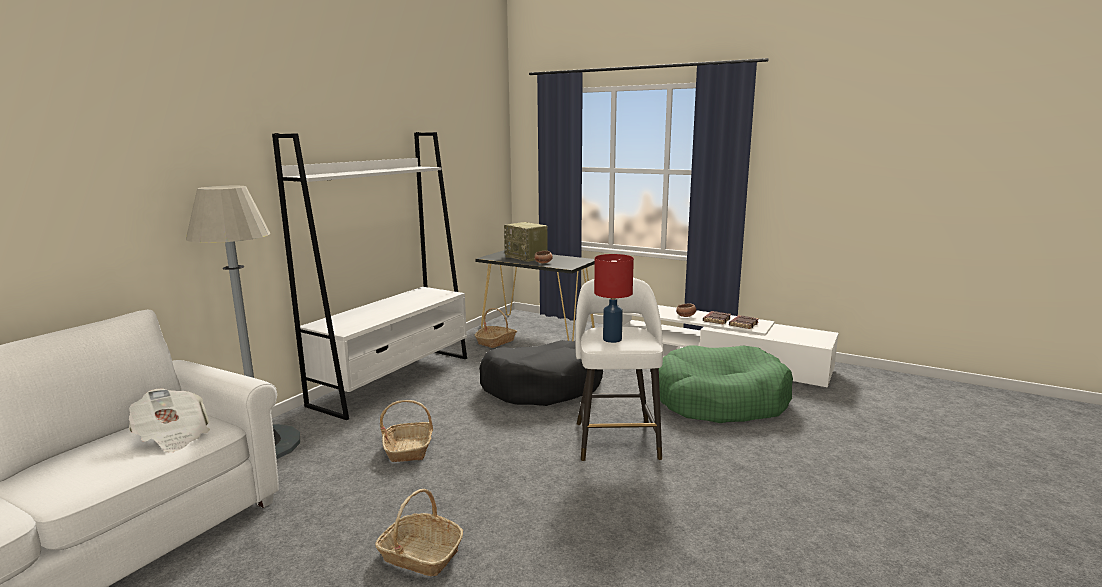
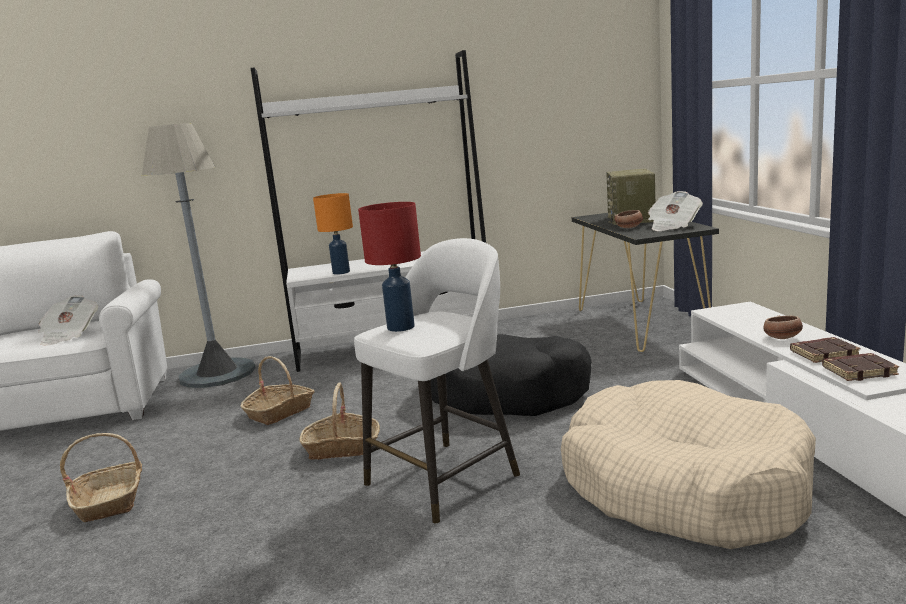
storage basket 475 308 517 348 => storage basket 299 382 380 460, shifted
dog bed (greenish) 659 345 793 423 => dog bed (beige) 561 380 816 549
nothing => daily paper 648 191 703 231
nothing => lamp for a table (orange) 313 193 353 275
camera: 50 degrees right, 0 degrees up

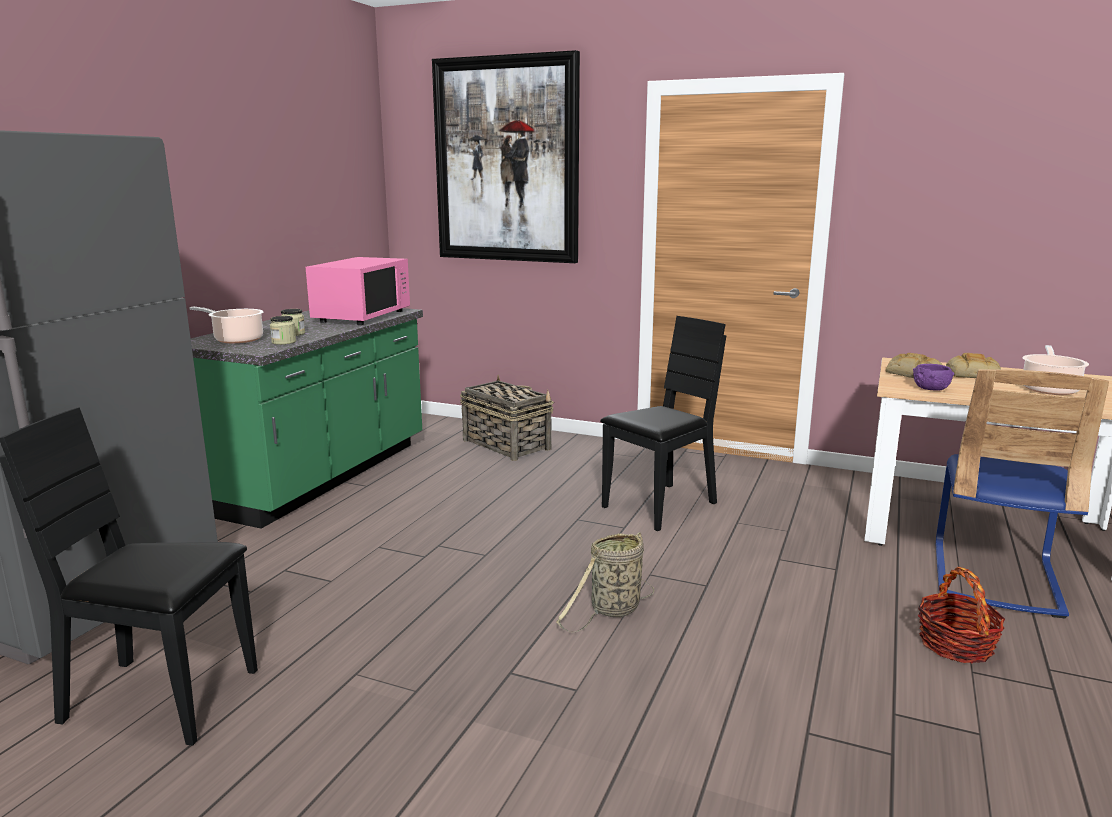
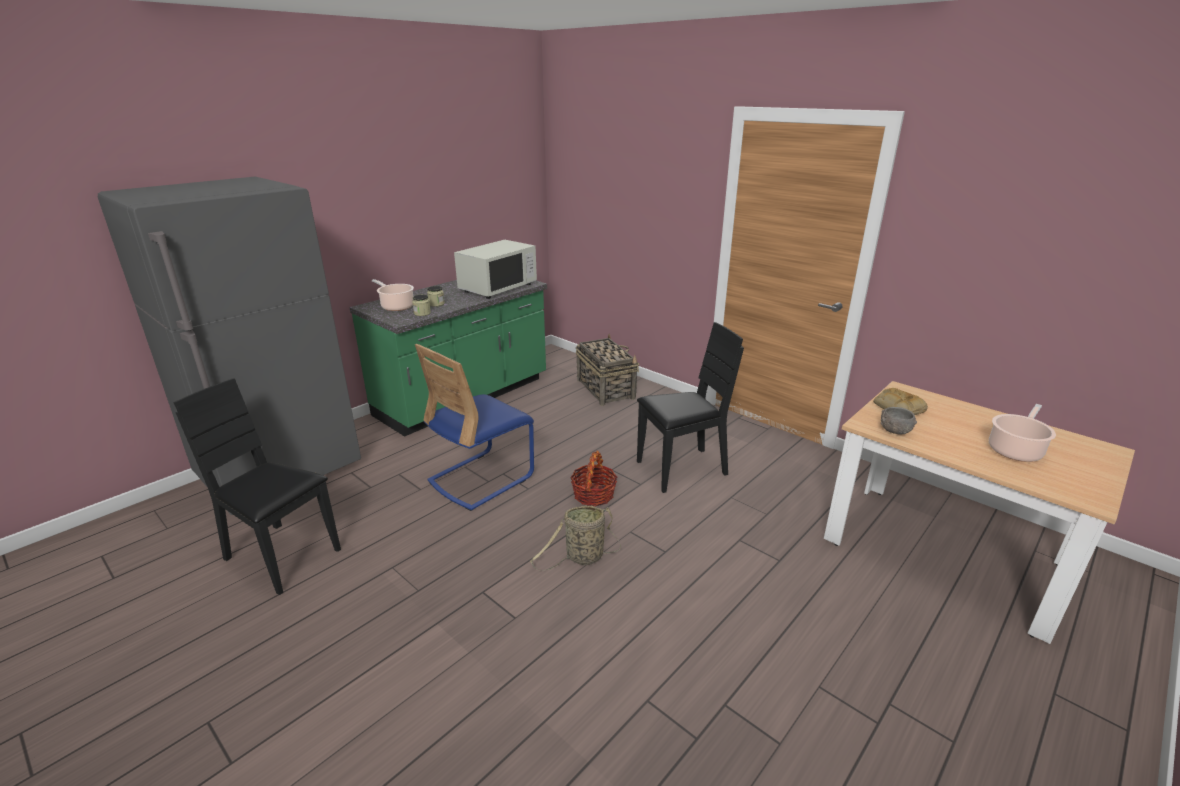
wall art 432 50 580 263 => nothing
kitchen microwave (pink-coloured) 306 257 410 325 => kitchen microwave (white-coloured) 454 240 537 299
bread 946 353 1001 378 => nothing
bowl (purplish) 913 364 954 391 => bowl (gray) 881 407 917 435
chair (blue-coloured) 936 369 1109 619 => chair (blue-coloured) 415 344 534 511, shifted
storage basket 918 567 1005 663 => storage basket 570 451 617 506, shifted
camera: 20 degrees right, 10 degrees up

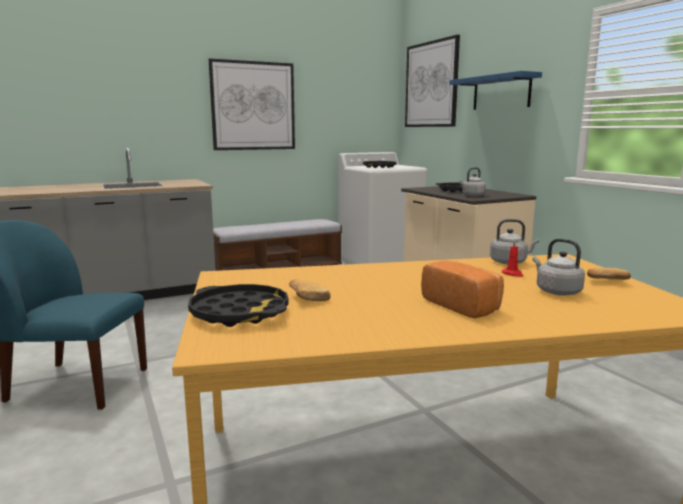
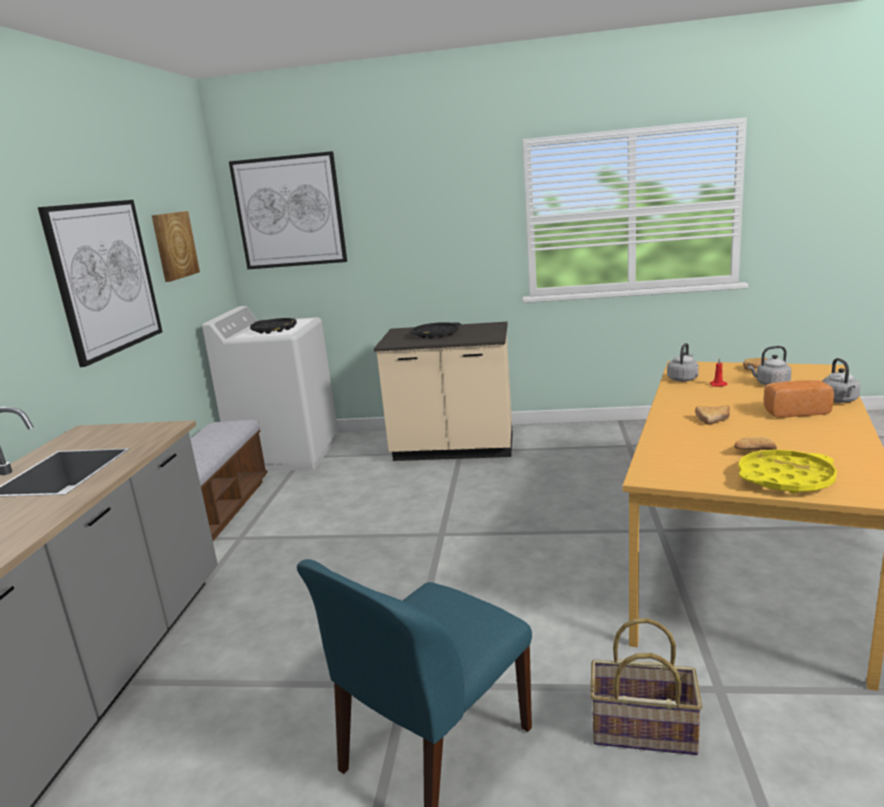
shelf (blue-coloured) 449 71 542 110 => nothing
water kettle (gray) 459 167 486 197 => water kettle (gray) 822 358 860 403, shifted
tray (black-coloured) 188 284 289 327 => tray (yellow-coloured) 739 449 837 493
nothing => wall art 152 211 200 282
nothing => bread 695 405 730 425
nothing => storage basket 590 618 702 755
camera: 55 degrees left, 5 degrees up

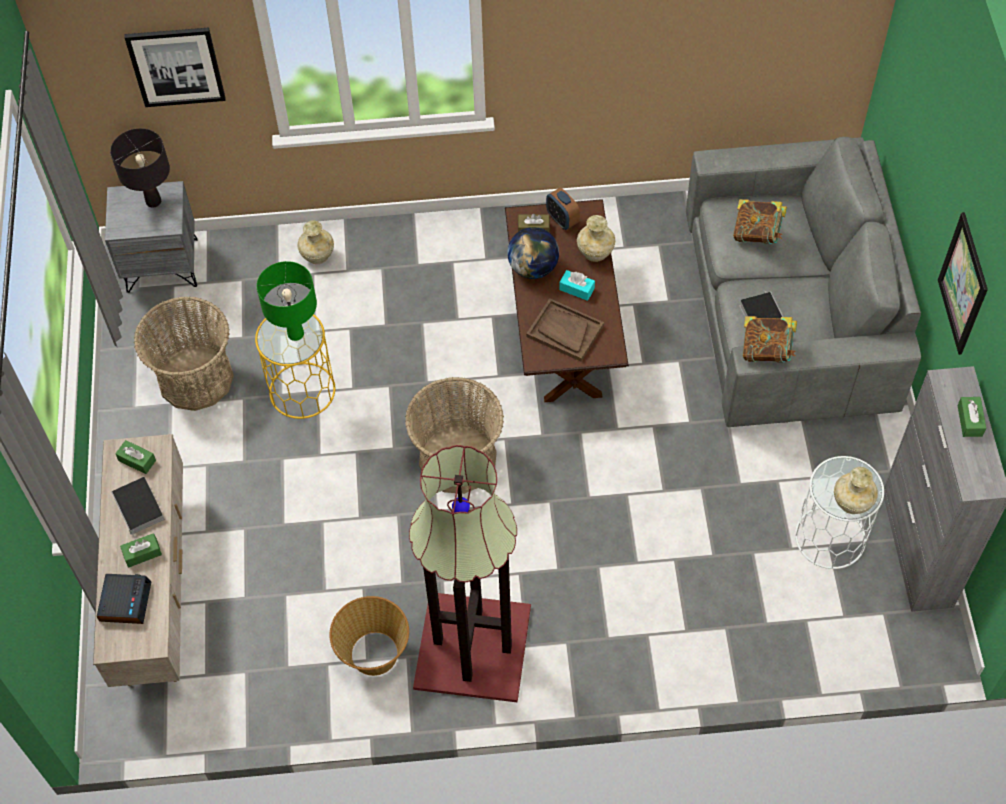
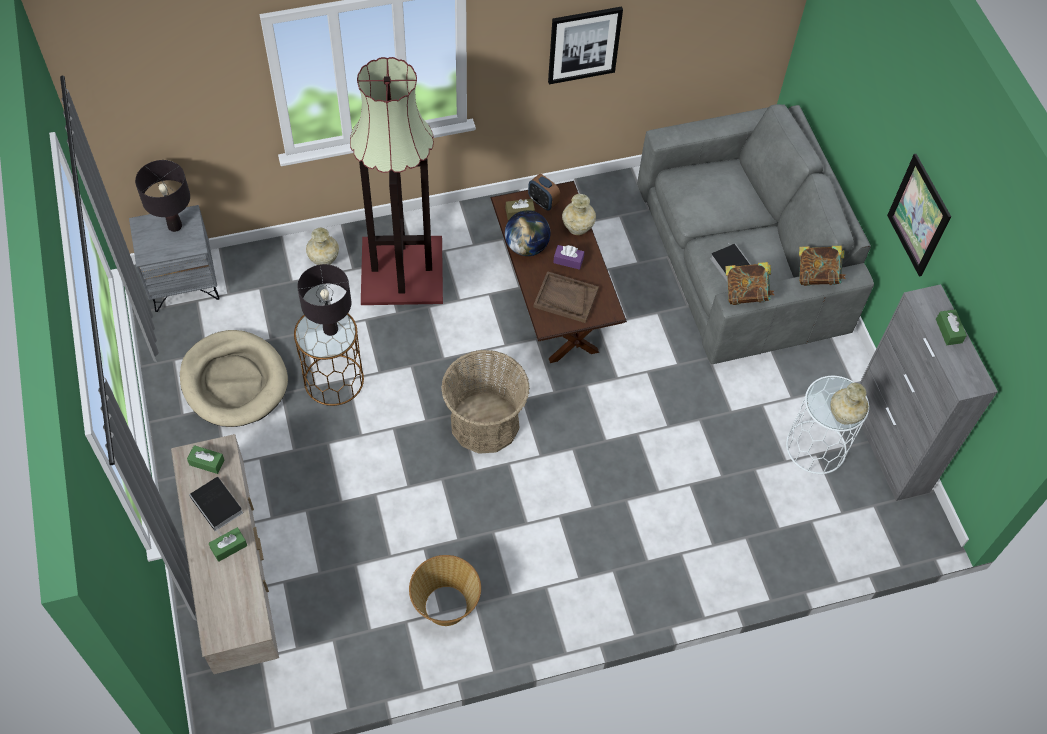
wall art 124 28 226 107 => wall art 548 7 623 84, shifted
bound book 733 199 787 244 => bound book 799 246 846 286, shifted
lamp for a table (greenish) 257 261 317 341 => lamp for a table (black-coloured) 297 264 351 336
box of tissues (turquoise-coloured) 559 270 595 301 => box of tissues (purplish) 553 245 584 270
storage basket 134 296 234 411 => dog bed (beige) 180 330 288 427
end table (yellow-coloured) 255 314 335 419 => end table (brownish) 294 314 364 406
floor lamp 409 445 531 703 => floor lamp 350 57 443 305, shifted
bedside clock 97 574 151 624 => nothing
camera: 15 degrees left, 0 degrees up

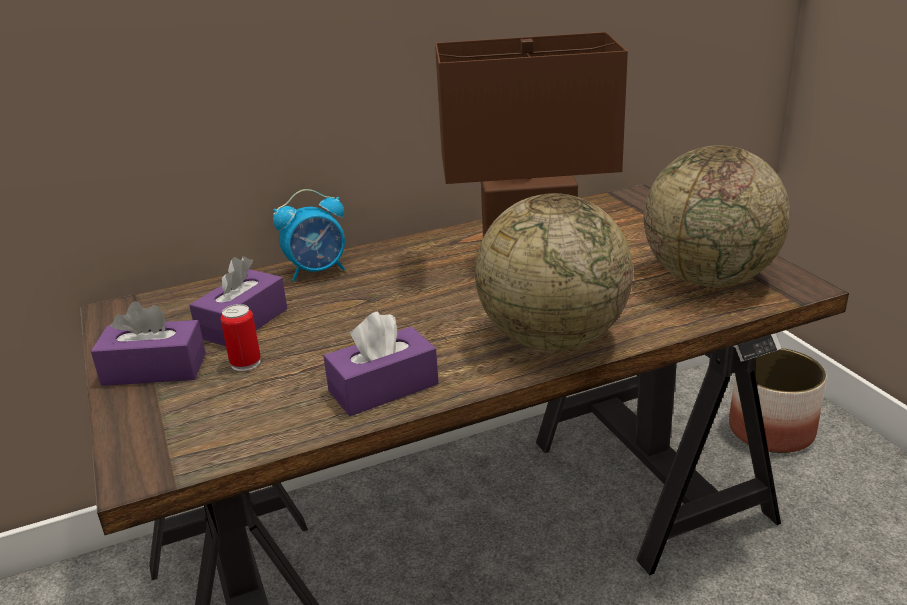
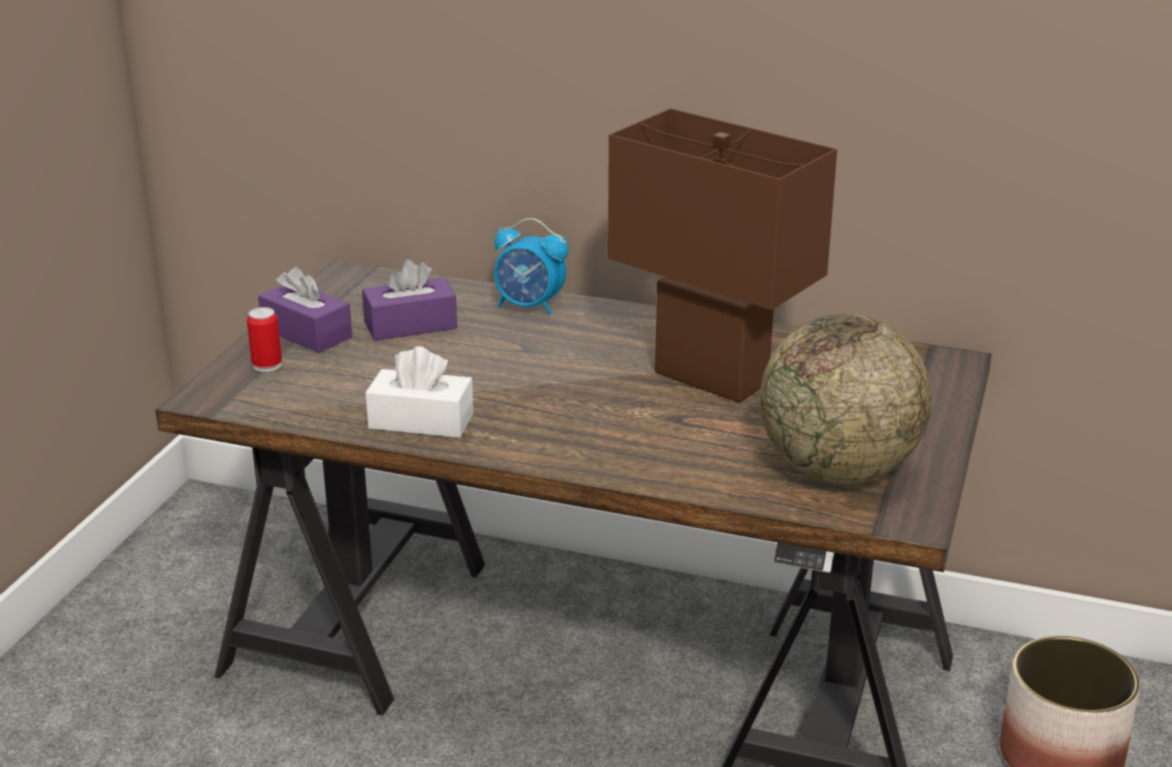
globe 475 193 633 351 => nothing
metal can 221 304 261 371 => metal can 247 307 282 372, shifted
box of tissues (purplish) 323 312 439 416 => box of tissues (white-coloured) 365 346 473 438
camera: 40 degrees right, 0 degrees up

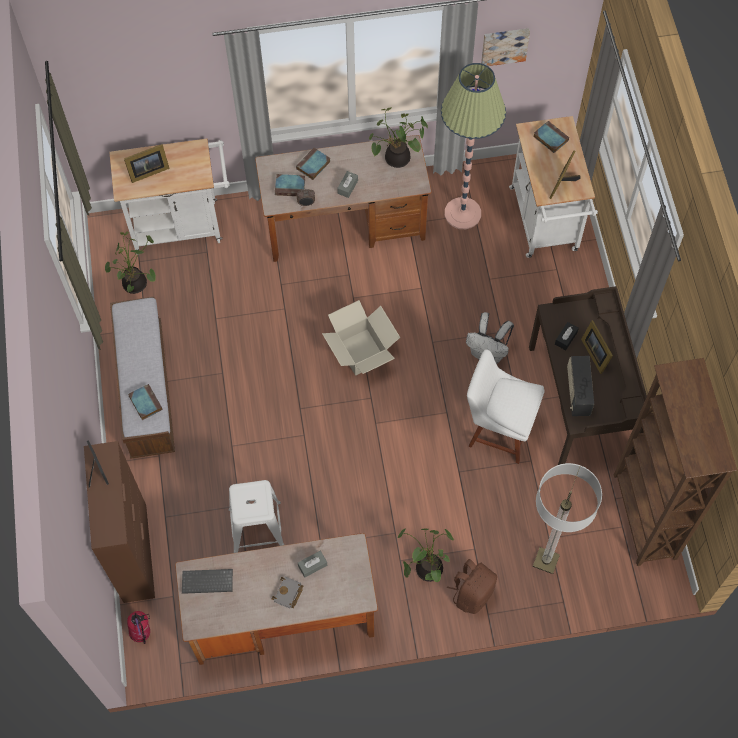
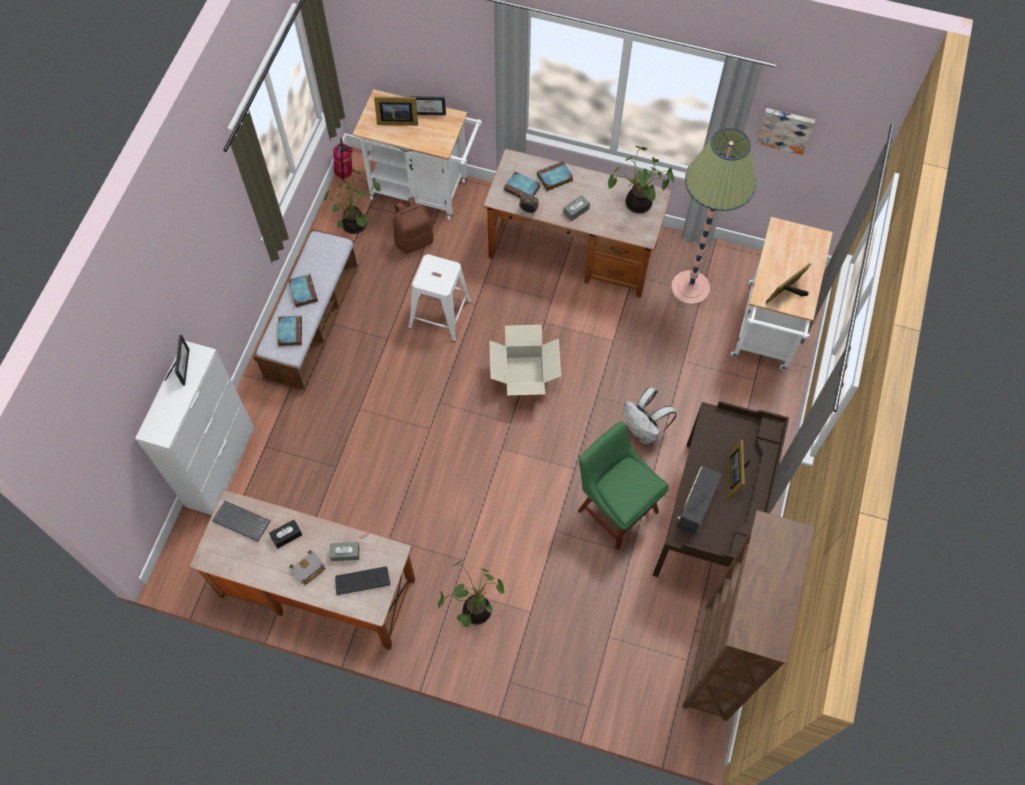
bound book 533 121 569 153 => bound book 288 274 318 307, shifted
box of tissues (black-coloured) 555 322 579 350 => box of tissues (black-coloured) 269 520 302 548, shifted
chair (white-coloured) 467 349 545 464 => chair (greenish) 578 421 669 550
cupboard (brownish) 84 441 155 603 => cupboard (white-coloured) 135 341 254 515
floor lamp 533 463 602 574 => nothing
stool (white-coloured) 229 480 284 553 => stool (white-coloured) 408 254 472 342, shifted
backpack (brownish) 447 559 497 614 => backpack (brownish) 393 197 433 254, shifted
fire-fighting cylinder 127 611 150 644 => fire-fighting cylinder 333 138 353 180, shifted
nothing => picture frame 410 96 446 115
nothing => keyboard 335 566 390 595
camera: 25 degrees right, 0 degrees up

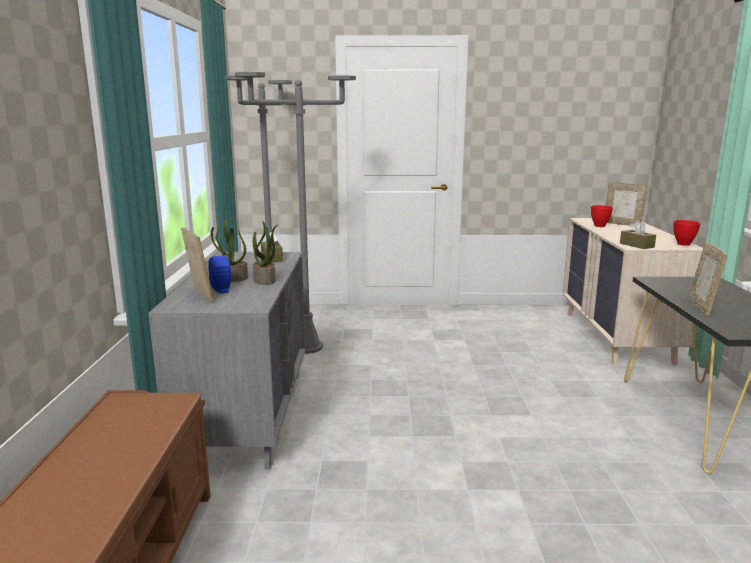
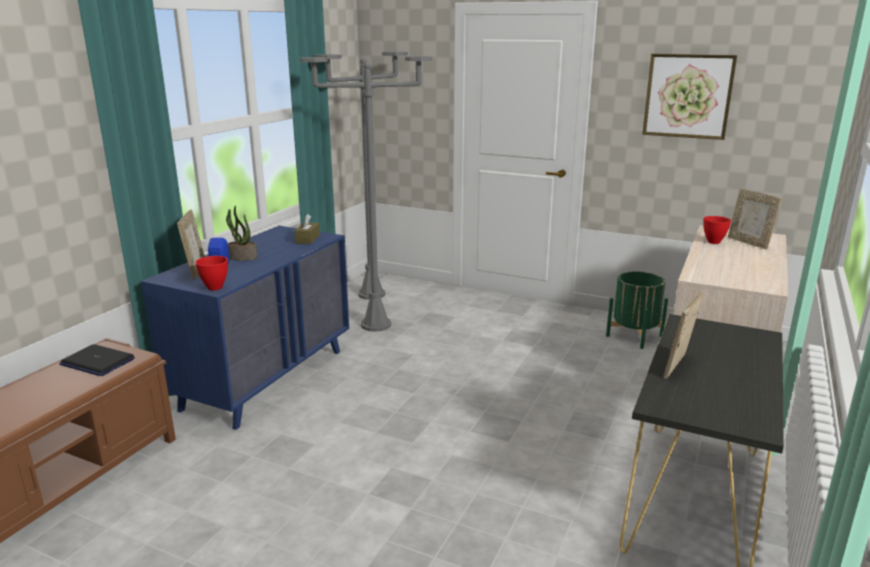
bowl (red) 673 220 701 246 => bowl (red) 195 256 228 290, shifted
houseplant 253 221 277 285 => nothing
box of tissues (brownish) 620 221 656 249 => nothing
chest of drawers (gray) 148 252 305 469 => chest of drawers (blue-coloured) 141 226 349 430
nothing => wall art 642 54 737 140
nothing => planter (greenish) 606 271 668 349
nothing => laptop 59 344 135 376
camera: 25 degrees right, 5 degrees up

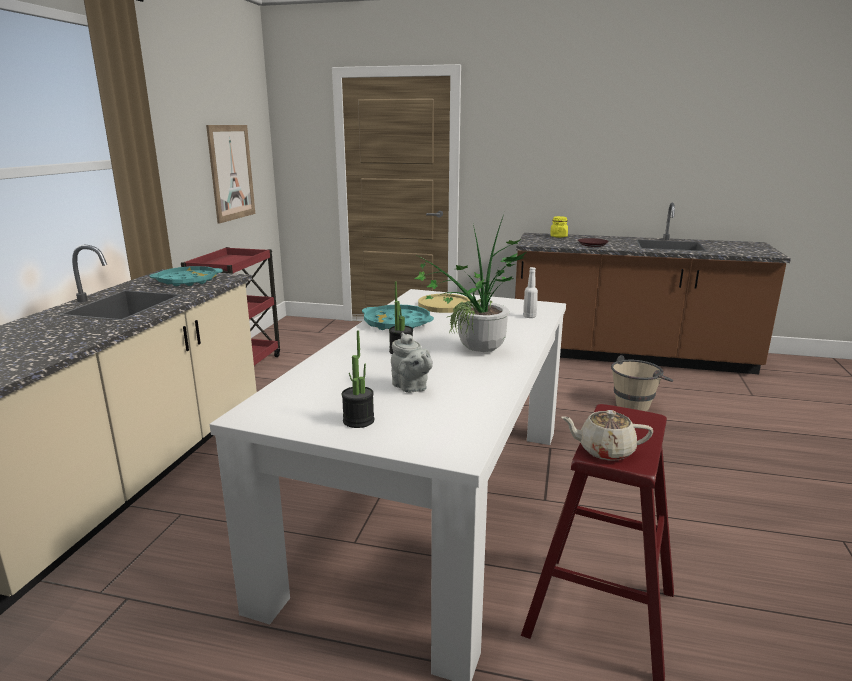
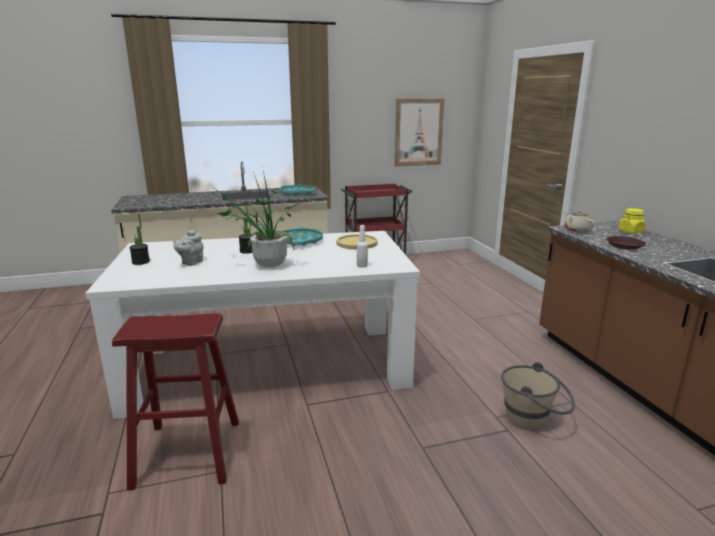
teapot (beige) 561 410 653 461 => teapot (beige) 563 210 595 232, shifted
camera: 60 degrees right, 0 degrees up

